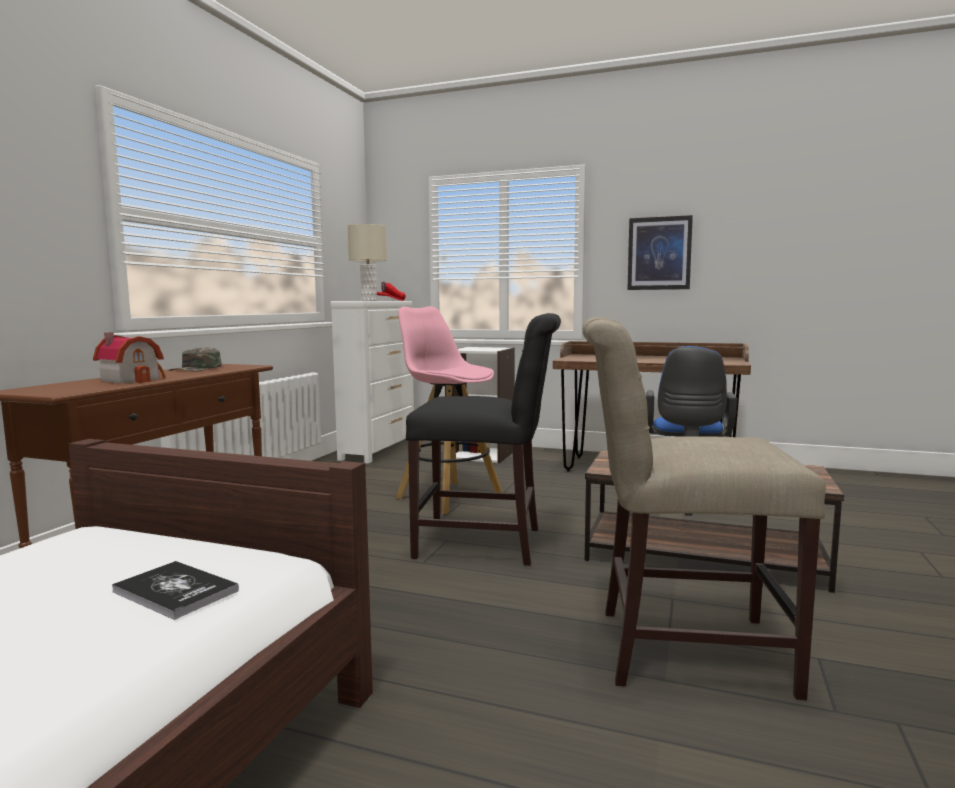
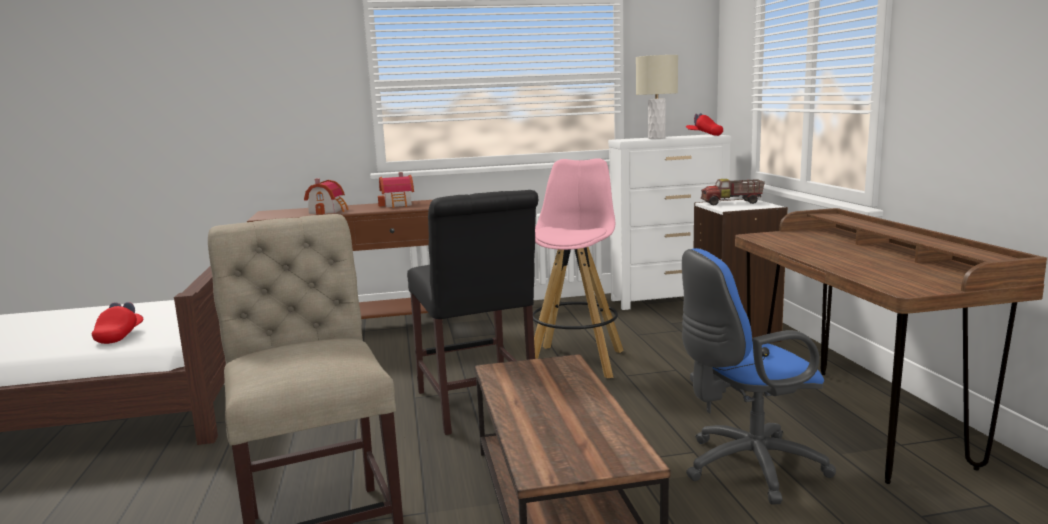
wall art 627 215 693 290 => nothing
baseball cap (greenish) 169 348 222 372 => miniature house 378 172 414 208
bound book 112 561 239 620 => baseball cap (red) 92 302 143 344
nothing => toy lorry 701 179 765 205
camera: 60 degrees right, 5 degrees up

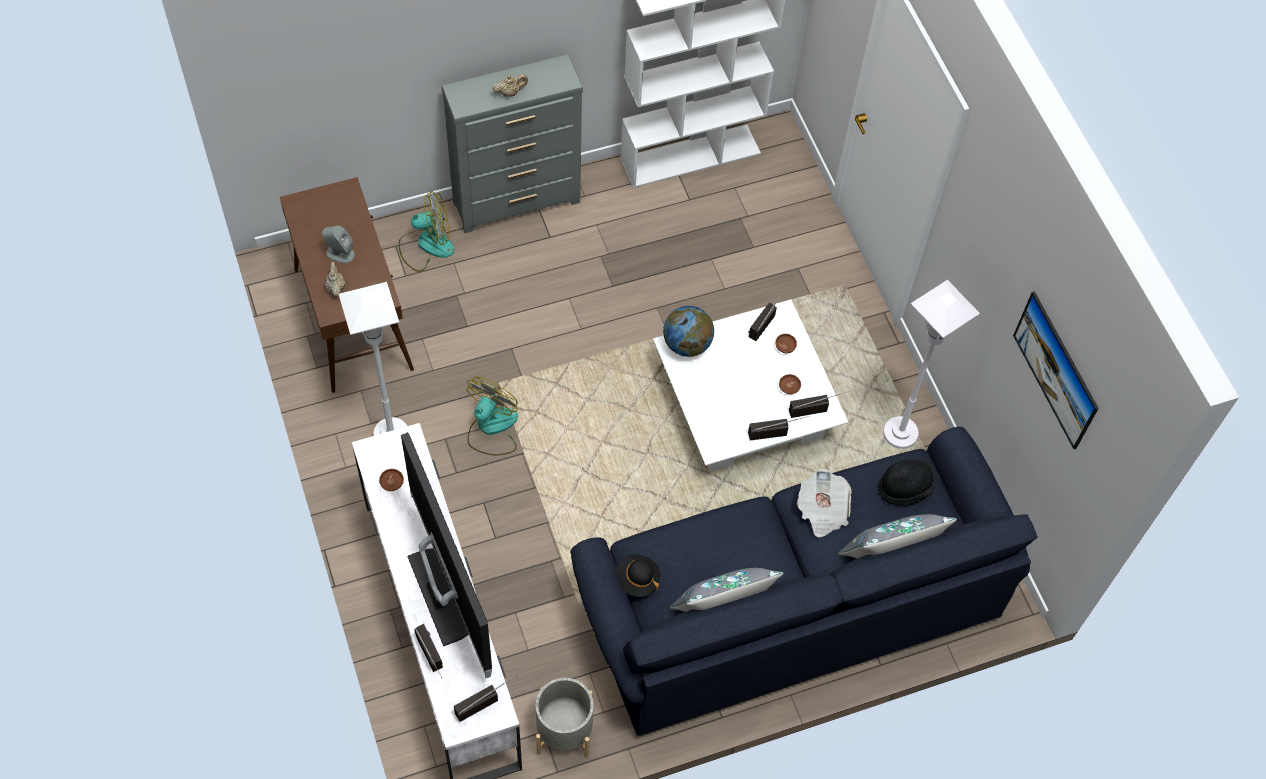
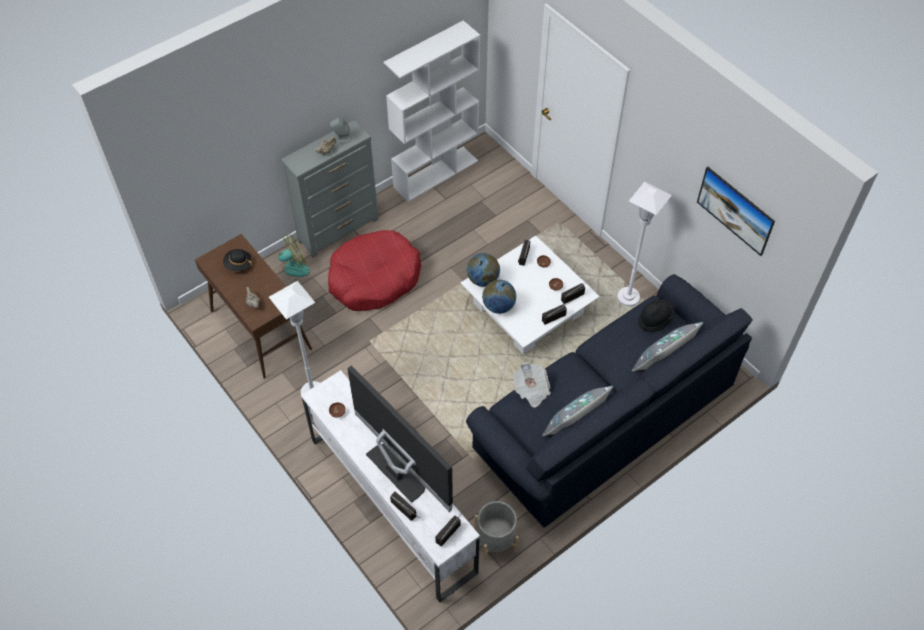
speaker (gray) 322 226 355 263 => speaker (gray) 330 117 351 144, shifted
electric fan 467 376 518 456 => nothing
daily paper 797 469 852 538 => daily paper 513 362 551 408, shifted
hat (black-coloured) 615 554 660 597 => hat (black-coloured) 223 249 252 271, shifted
nothing => dog bed (red) 328 230 421 311
nothing => globe 482 280 516 314
camera: 15 degrees left, 5 degrees down

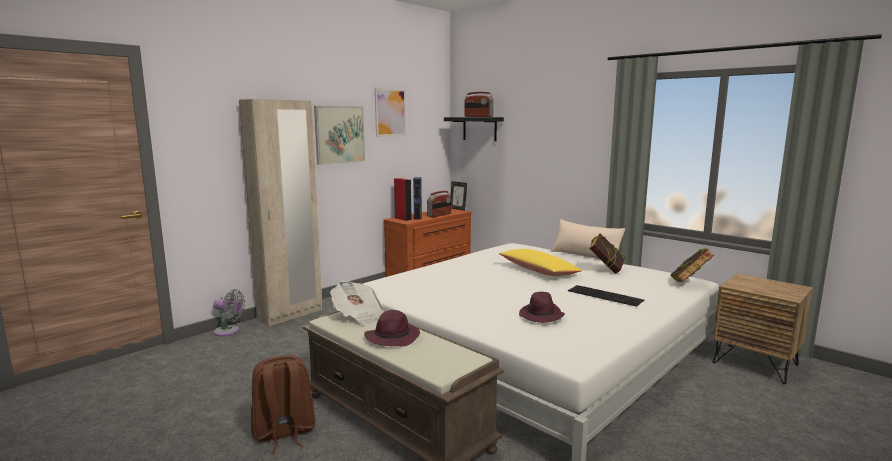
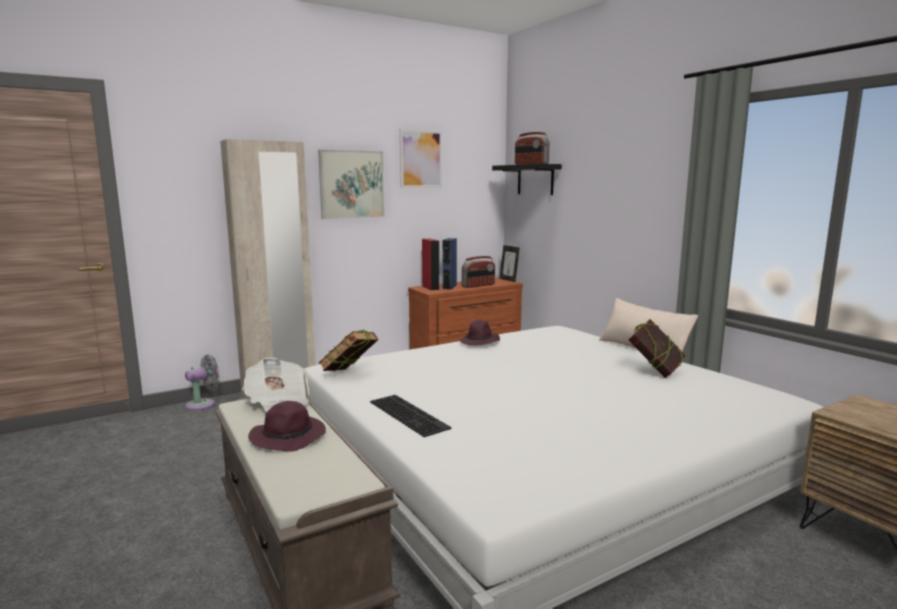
bound book 671 248 714 282 => bound book 319 329 378 371, shifted
cushion (yellow-coloured) 499 249 582 276 => nothing
keyboard 568 285 644 307 => keyboard 370 395 452 437, shifted
electric fan (gray) 213 289 245 336 => electric fan (gray) 185 355 219 411, 60 degrees counterclockwise
hat (purplish) 519 292 565 323 => hat (purplish) 459 320 500 346, shifted
backpack (brownish) 251 355 315 454 => nothing
camera: 15 degrees right, 0 degrees up

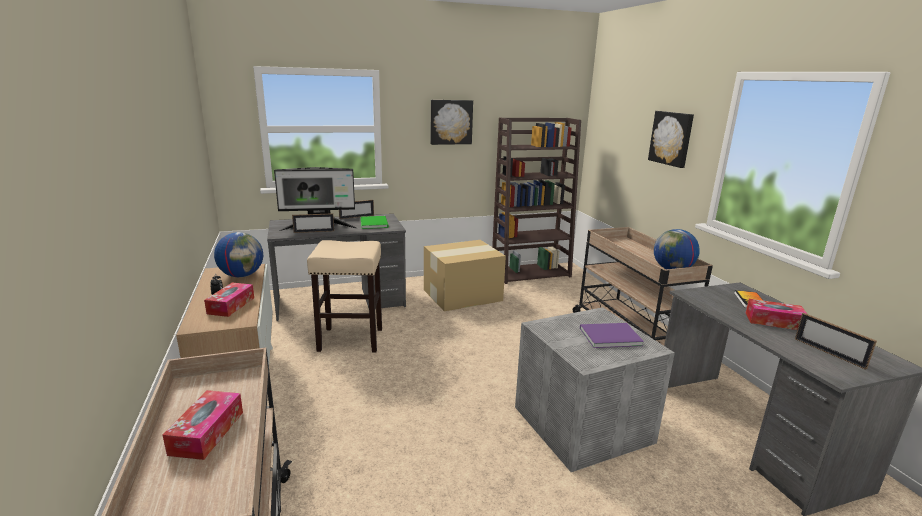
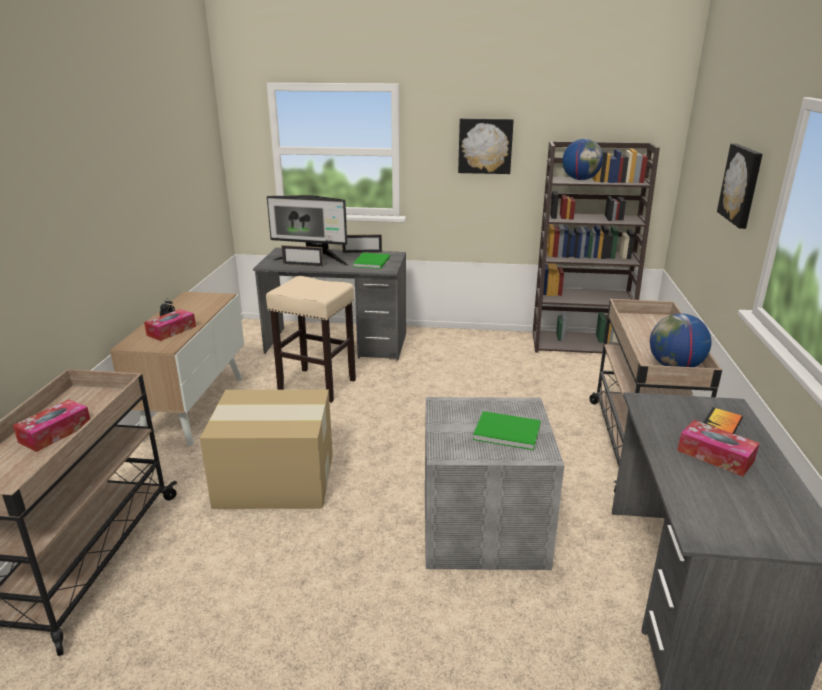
globe 214 232 263 277 => globe 562 139 603 180, shifted
packing box 424 240 506 311 => packing box 200 390 333 509, shifted
picture frame 795 313 877 370 => nothing
bound book (purplish) 580 323 644 348 => bound book (greenish) 473 411 541 450
camera: 25 degrees right, 5 degrees up

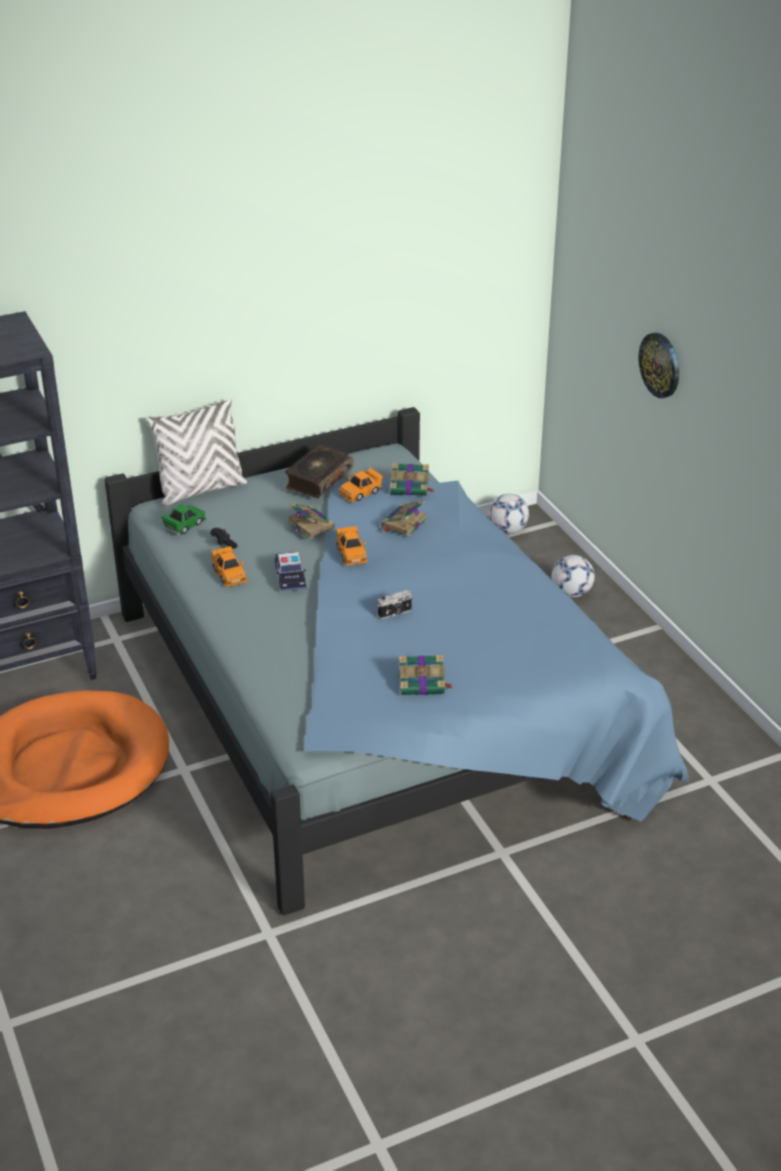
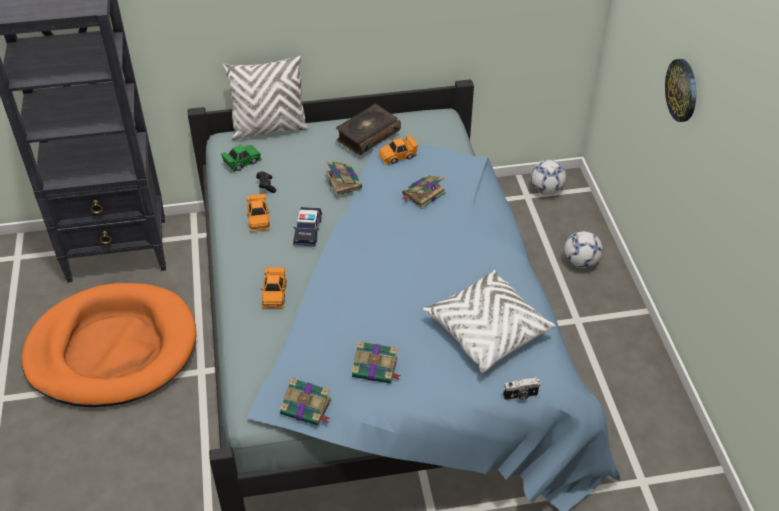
bound book 390 463 435 496 => bound book 280 377 332 426, shifted
model car (orange) 336 526 368 566 => model car (orange) 260 268 287 308, shifted
still camera 377 590 412 619 => still camera 503 377 541 400, shifted
nothing => cushion (white-coloured) 423 270 555 373
camera: 15 degrees right, 10 degrees up

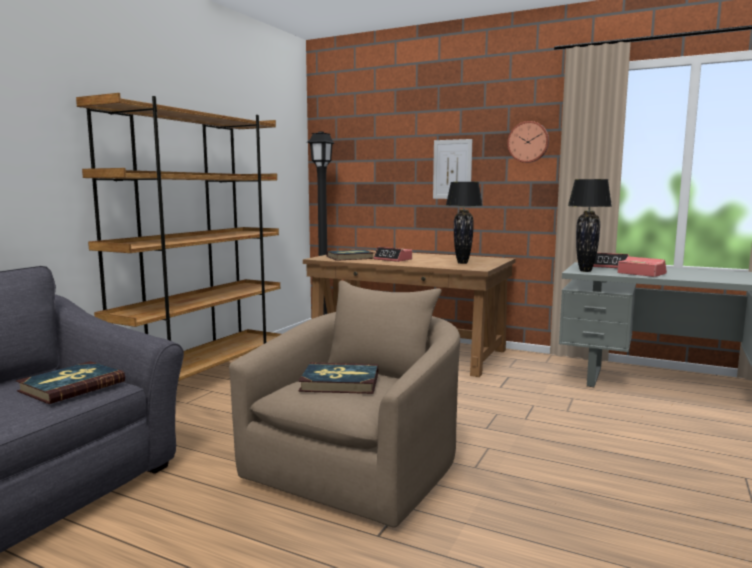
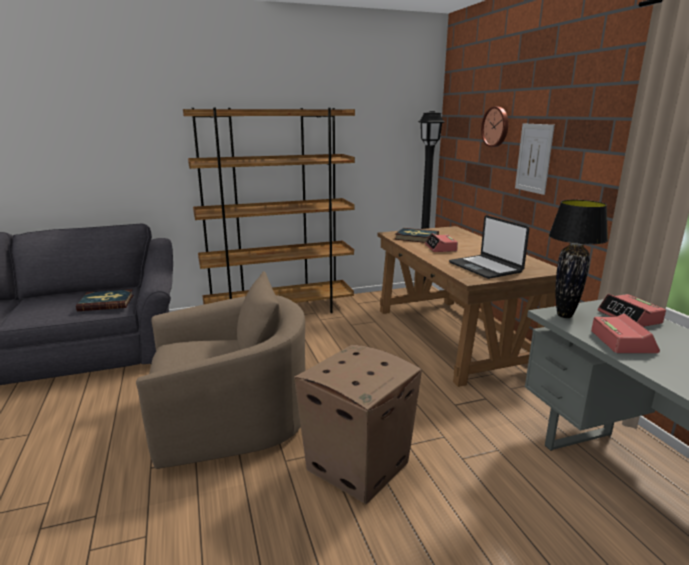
wall clock 507 121 549 163 => wall clock 481 107 508 147, shifted
lamp for a table (black-coloured) 446 182 483 264 => laptop 449 215 529 279
bound book 298 363 378 394 => nothing
nothing => packing box 294 345 422 504
camera: 45 degrees right, 10 degrees up

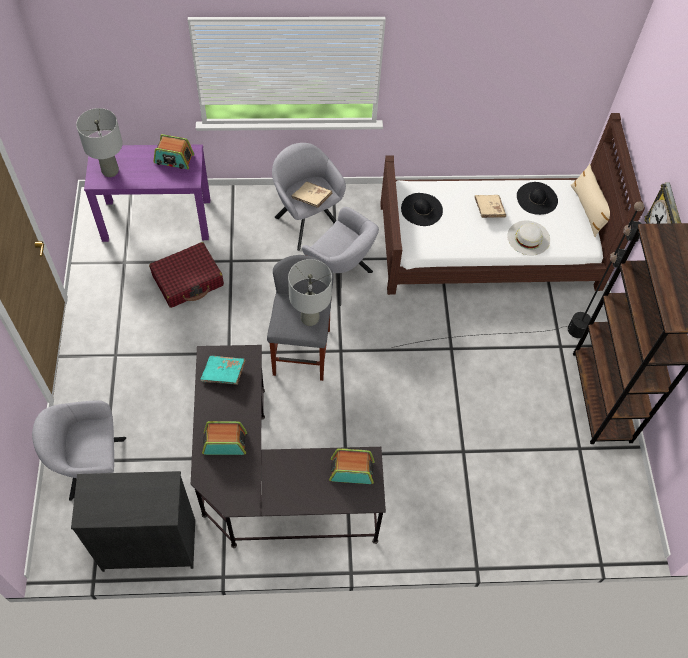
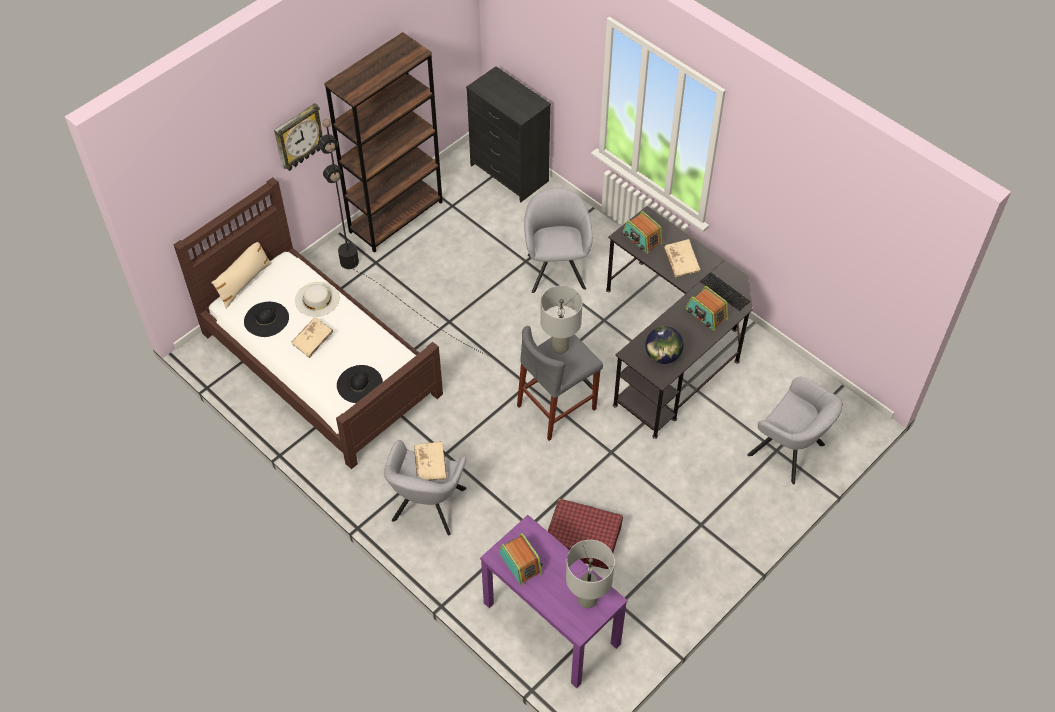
easy chair (gray) 302 207 379 306 => easy chair (gray) 524 187 593 293, shifted
bound book (turquoise-coloured) 200 356 246 385 => globe 645 326 683 364
chest of drawers (black-coloured) 71 471 195 572 => chest of drawers (black-coloured) 466 66 551 202, shifted
nothing => bound book (beige) 664 239 701 278
nothing => keyboard 700 273 750 311
camera: 130 degrees left, 5 degrees down

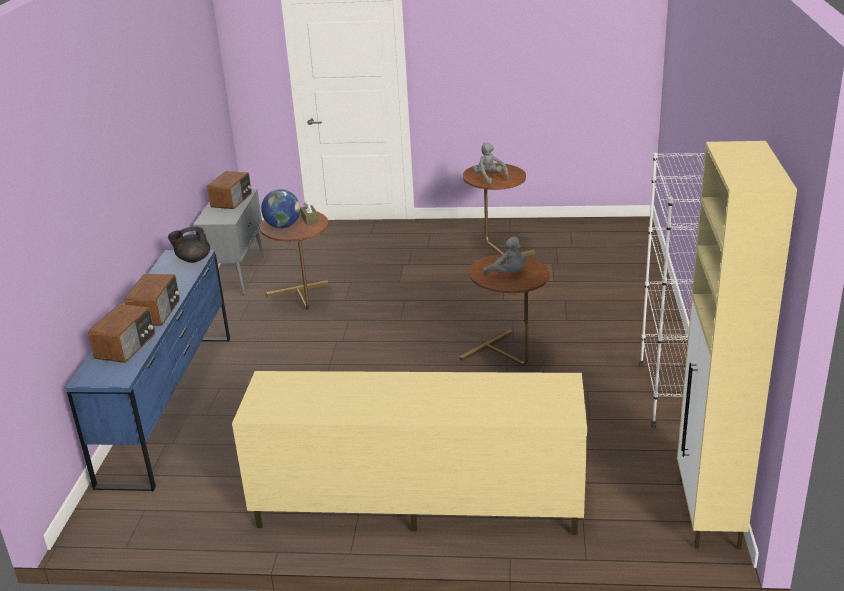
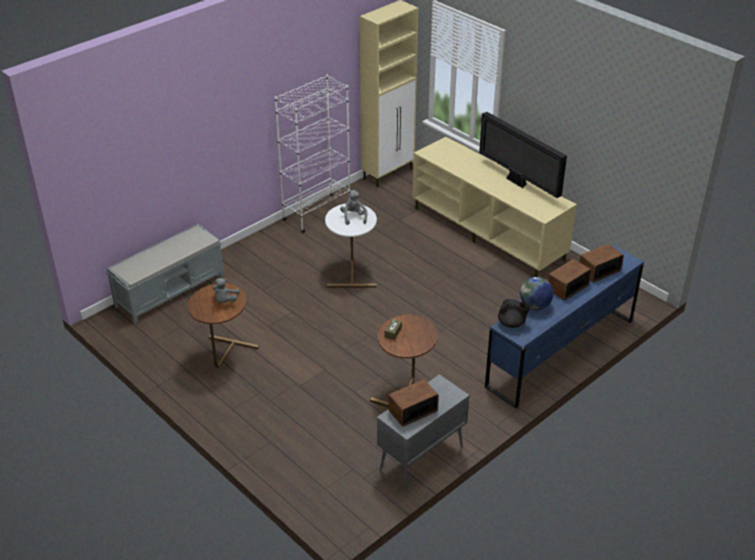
globe 261 189 300 228 => globe 520 277 553 310, shifted
end table (brownish) 460 254 550 365 => end table (white-coloured) 325 204 377 288
nothing => TV 479 112 567 198
nothing => bench (gray) 106 224 224 324
camera: 140 degrees left, 10 degrees up

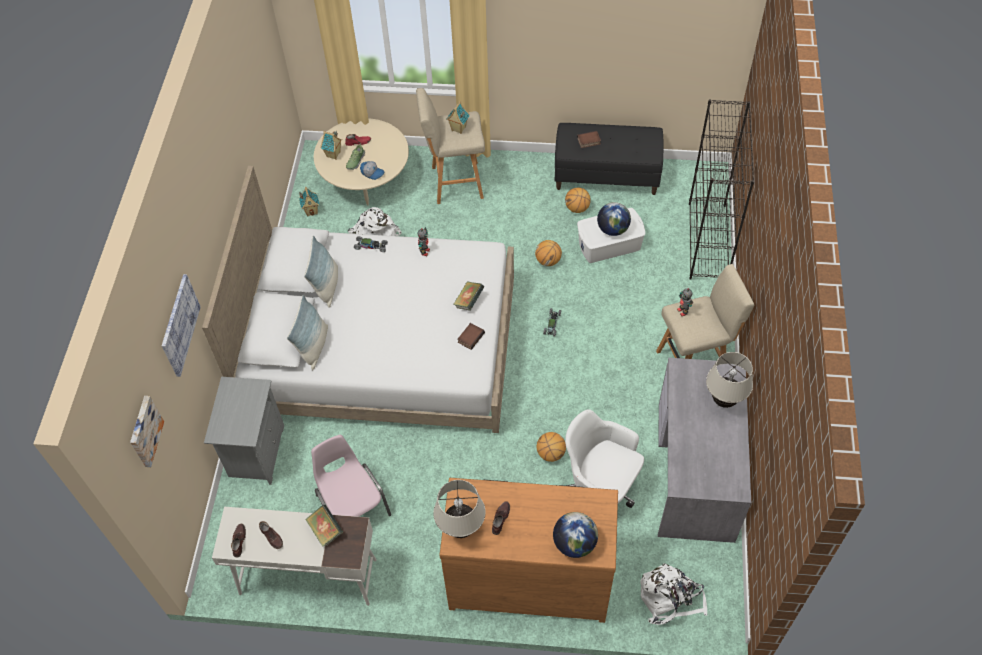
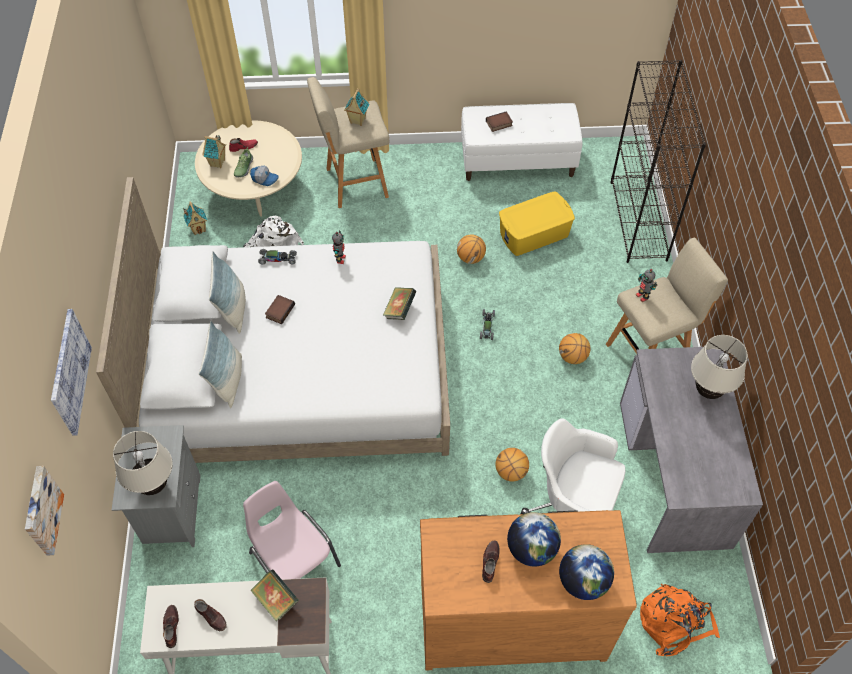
bench (black-coloured) 555 123 663 195 => bench (white-coloured) 461 103 583 181
basketball 565 187 591 213 => basketball 559 333 590 364, shifted
globe 597 202 631 236 => globe 507 512 561 566, shifted
storage container (white-coloured) 577 208 645 263 => storage container (yellow-coloured) 499 192 575 256
bound book 457 323 485 350 => bound book 265 295 295 324, shifted
lamp for a table (beige) 433 480 486 538 => lamp for a table (beige) 113 431 173 495, shifted
backpack (white-coloured) 640 563 708 625 => backpack (orange) 640 584 720 657
camera: 10 degrees left, 0 degrees up

